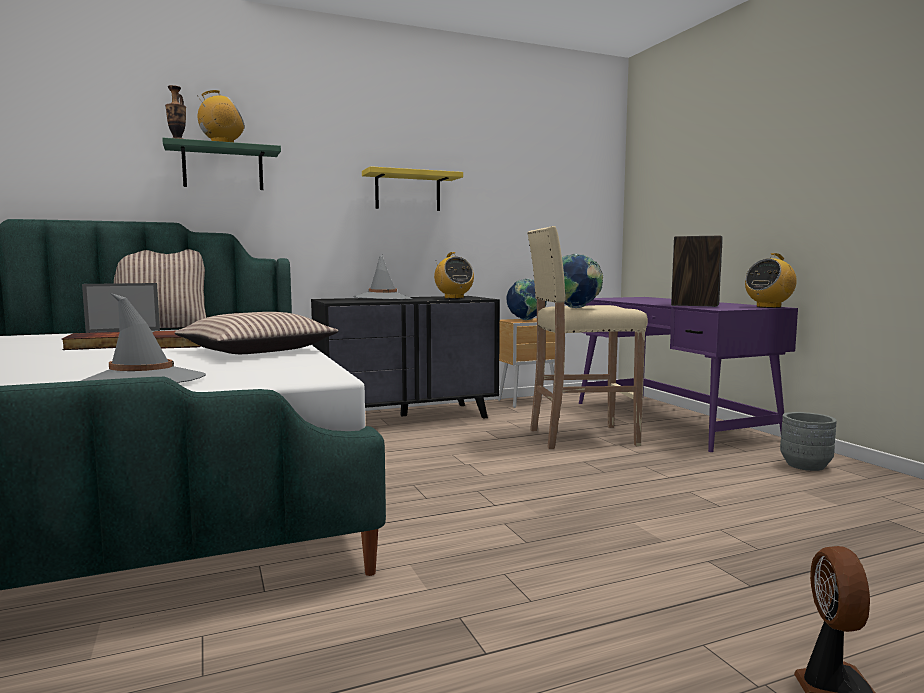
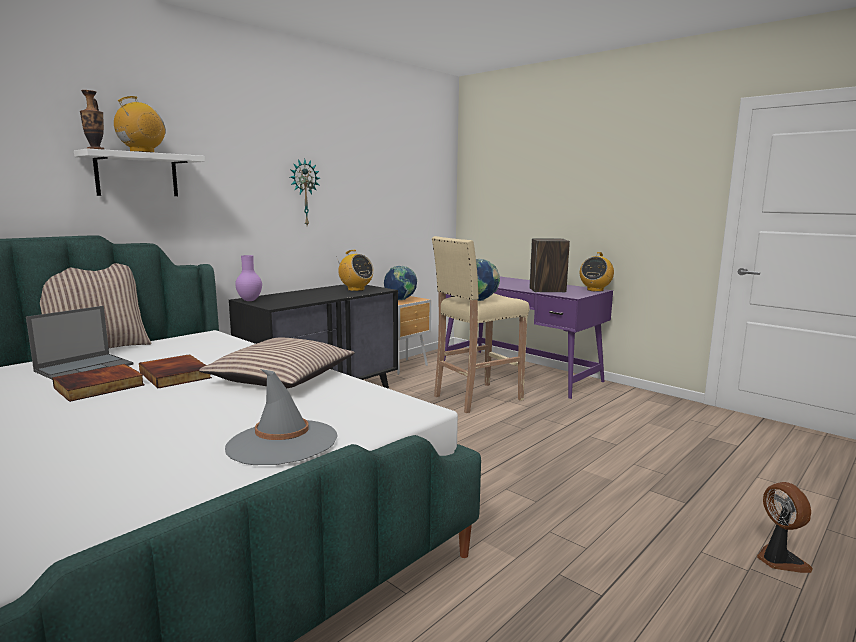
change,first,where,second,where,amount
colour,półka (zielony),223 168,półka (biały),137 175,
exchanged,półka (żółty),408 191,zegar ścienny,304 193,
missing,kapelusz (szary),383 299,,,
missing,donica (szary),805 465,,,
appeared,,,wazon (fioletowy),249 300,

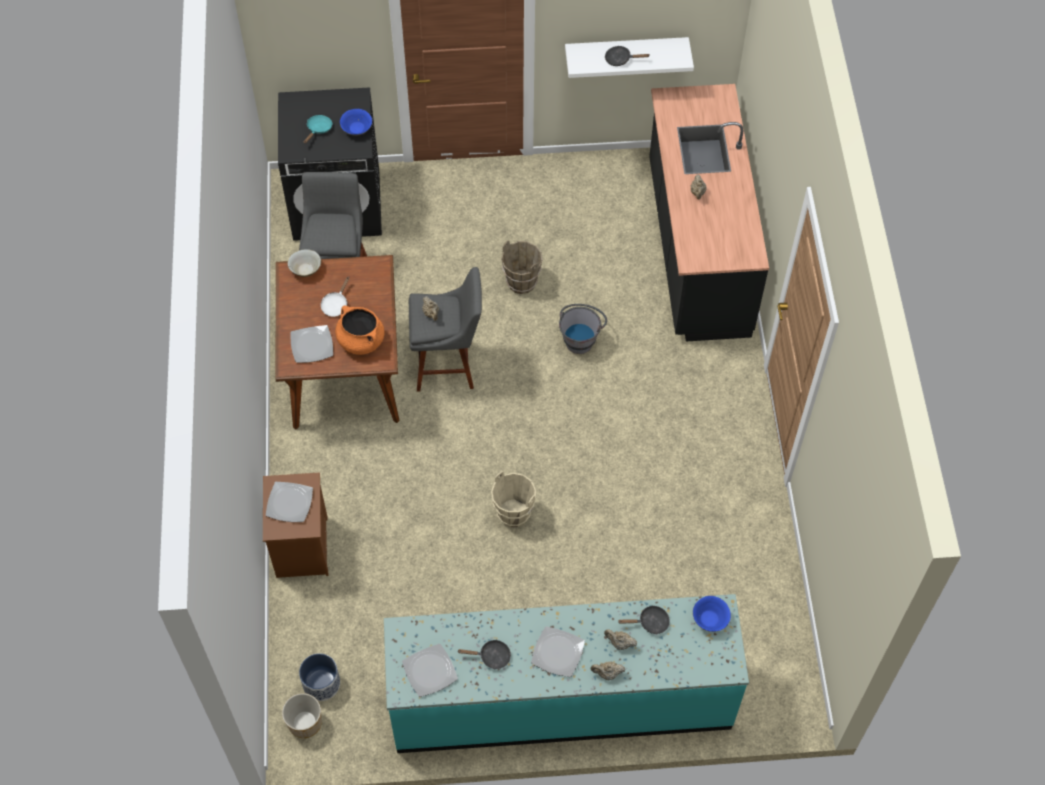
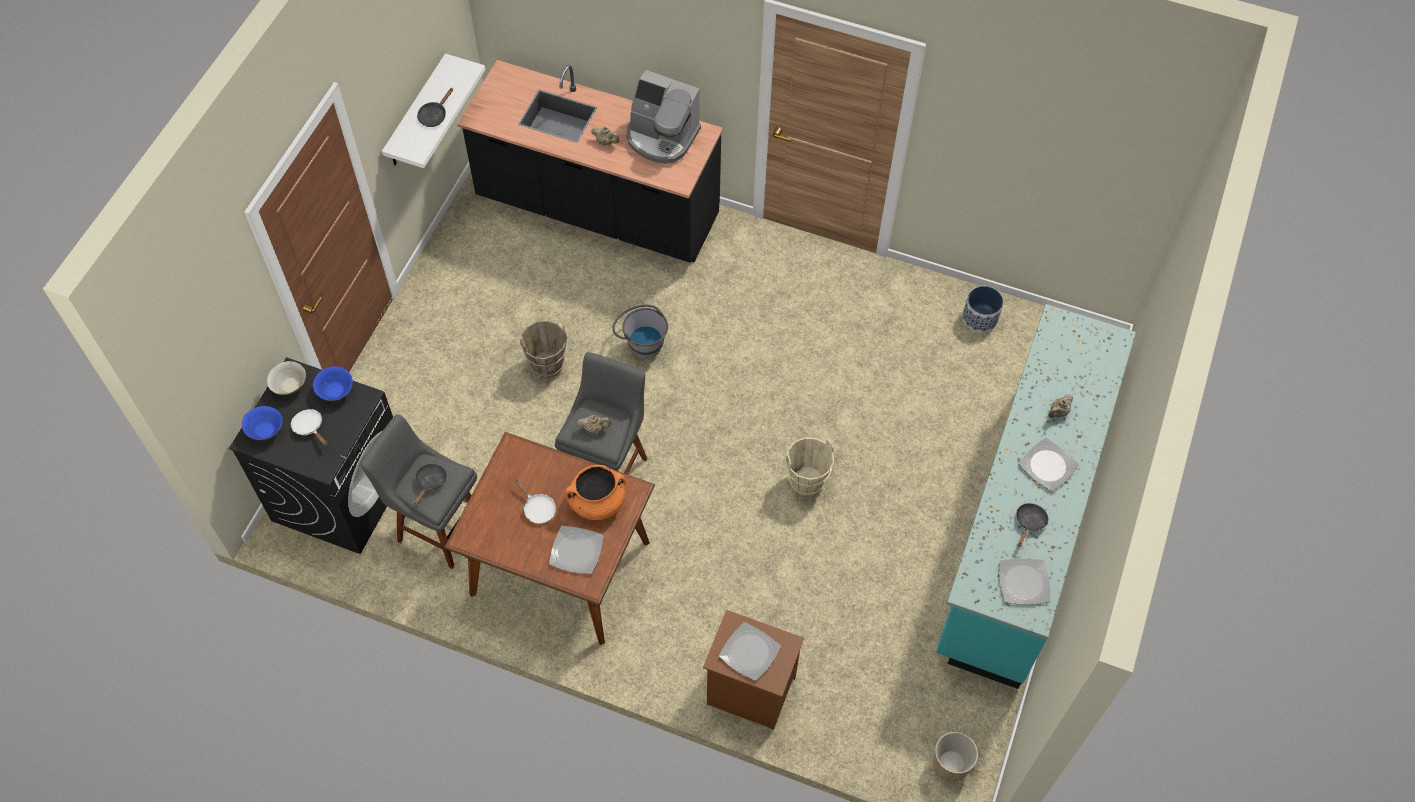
change,first,where,second,where,amount
colour,patelnia (turkusowy),318 129,patelnia (biały),310 427,
relocated,miska (beżowy),305 269,,289 385,
relocated,miska (niebieski),710 619,,265 430,
relocated,patelnia (czarny),650 622,,430 482,
relocated,donica,321 683,,980 318,
missing,imbryk (beżowy),607 674,,,
appeared,,,ekspres do kawy,661 137,

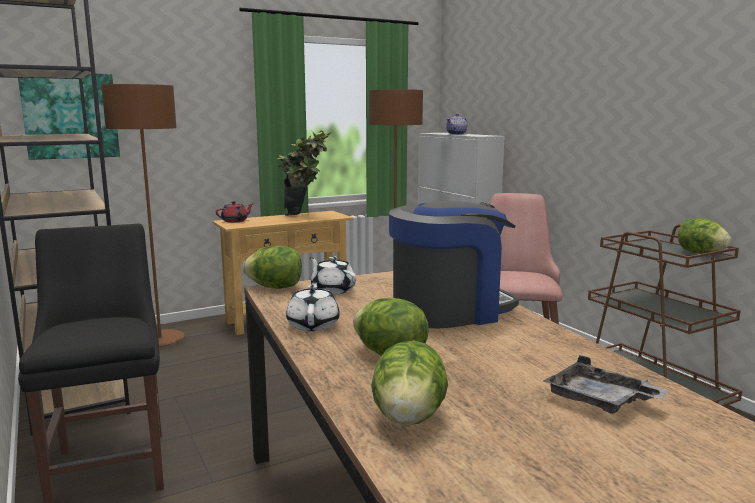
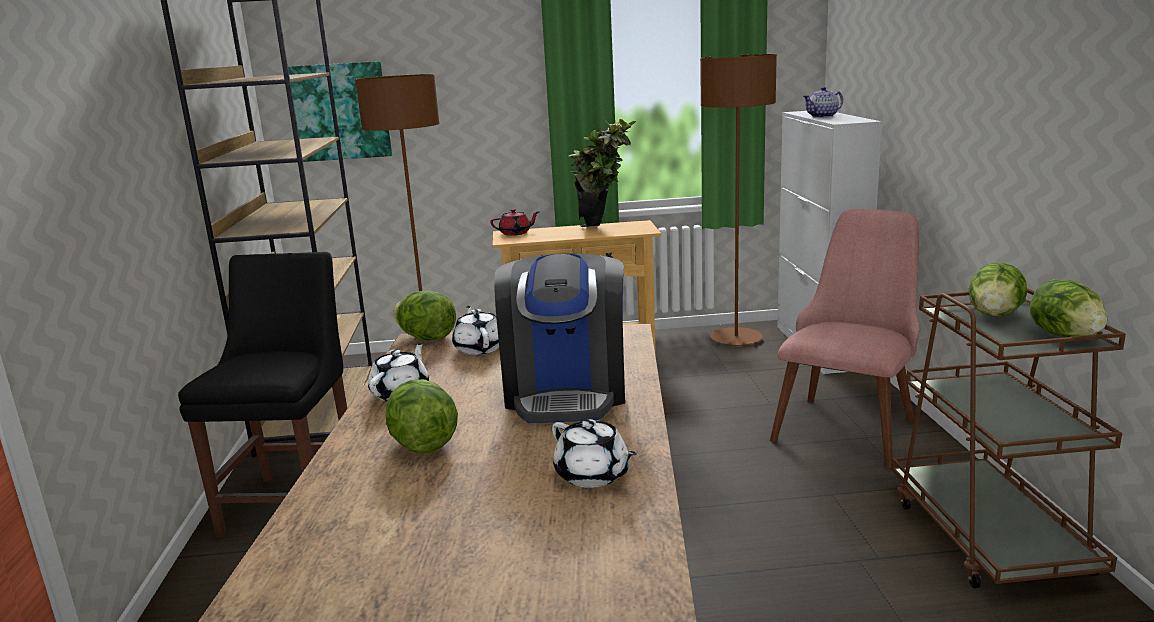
change,first,where,second,where,amount
spun,ekspres do kawy,449 310,,566 392,90 degrees clockwise
relocated,sałata,409 418,,994 314,
missing,taca (szary),599 400,,,
appeared,,,imbryk (biały),593 475,

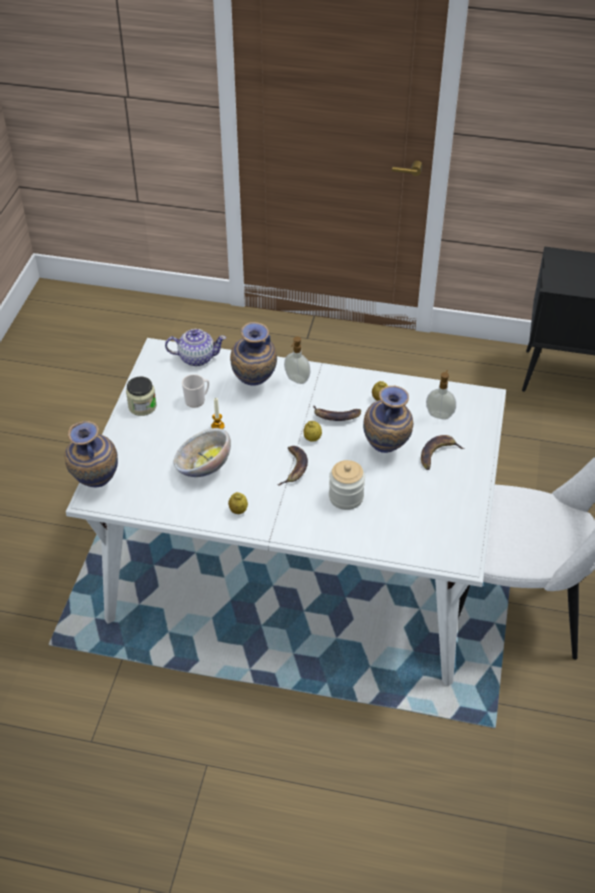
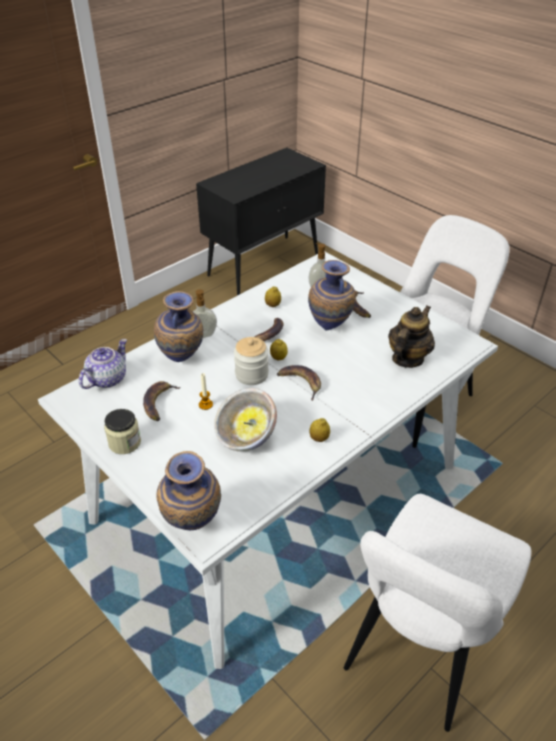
change,first,where,second,where,amount
exchanged,kubek,197 400,banan,159 402,
relocated,słoik,346 497,,251 374,
appeared,,,imbryk,407 358,
appeared,,,krzesło (biały),420 647,

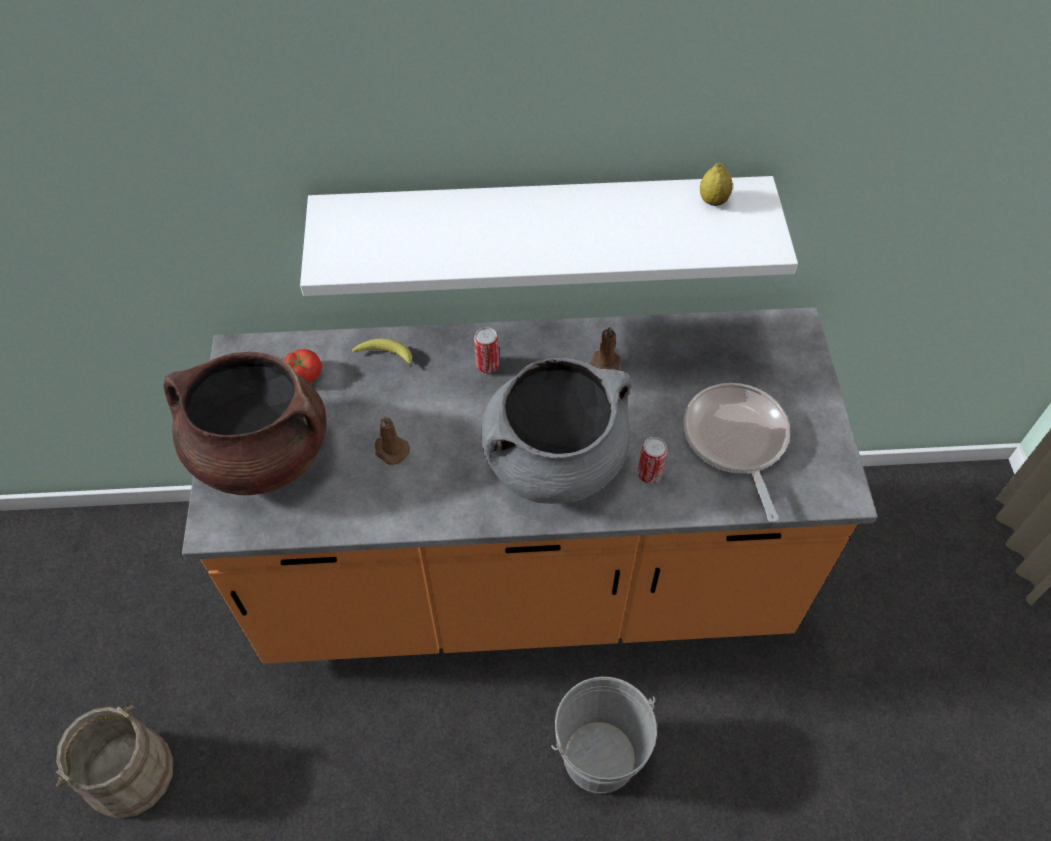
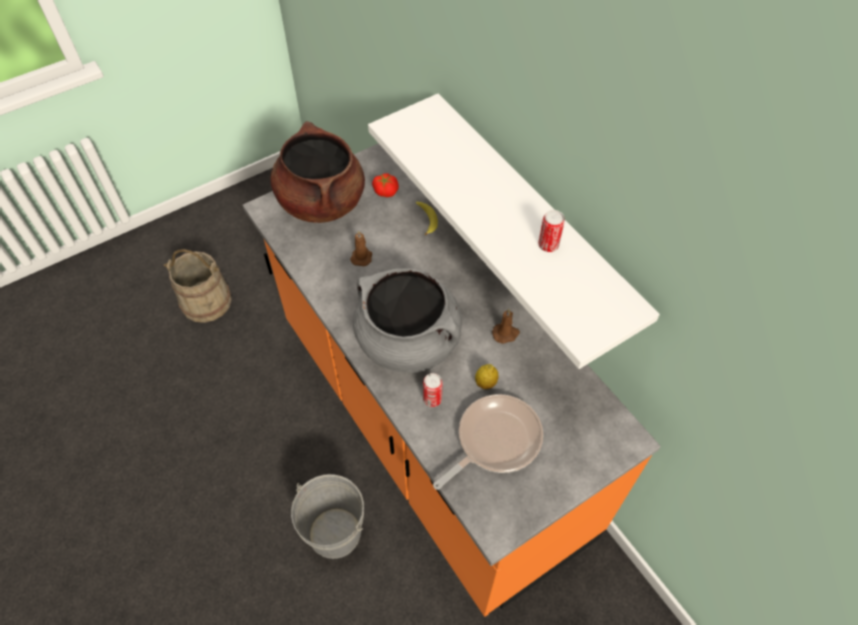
change,first,where,second,where,amount
relocated,cytryna,713 201,,485 383,
relocated,puszka,487 365,,548 245,

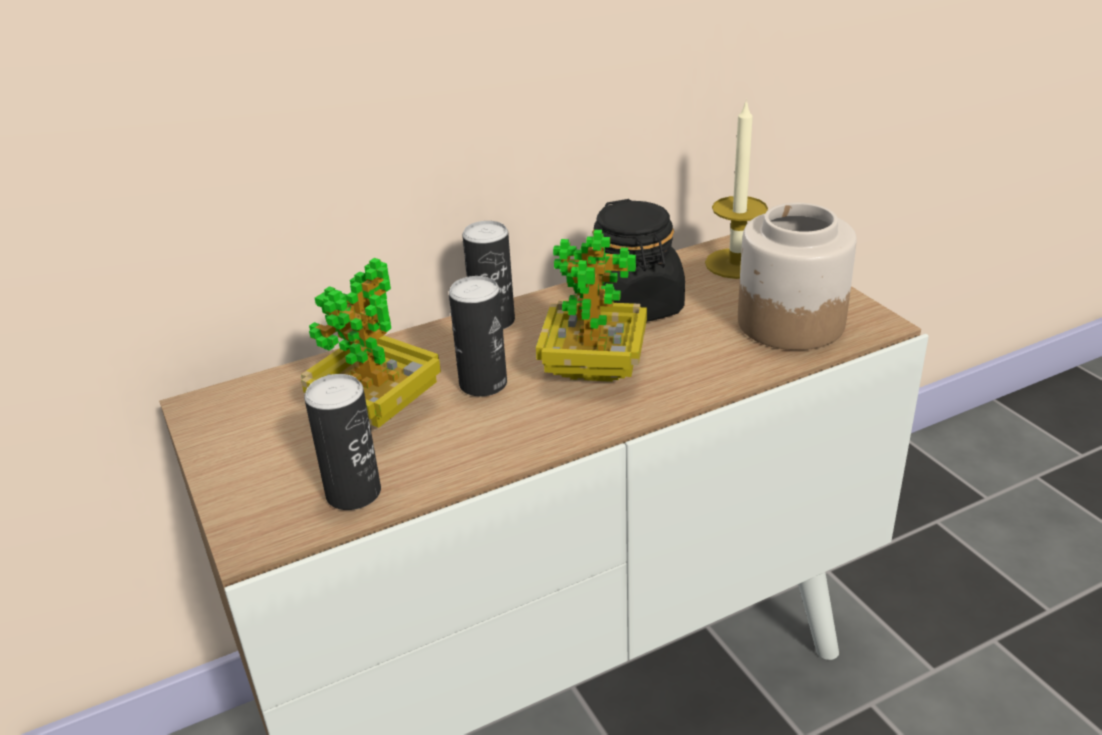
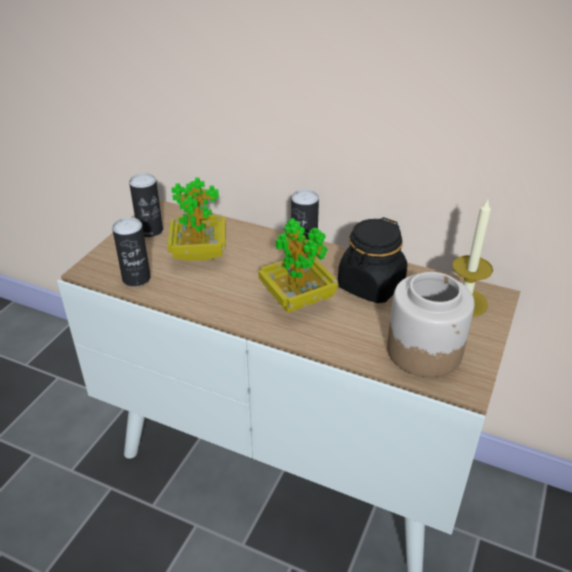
change,first,where,second,where,amount
relocated,puszka,483 384,,150 230,

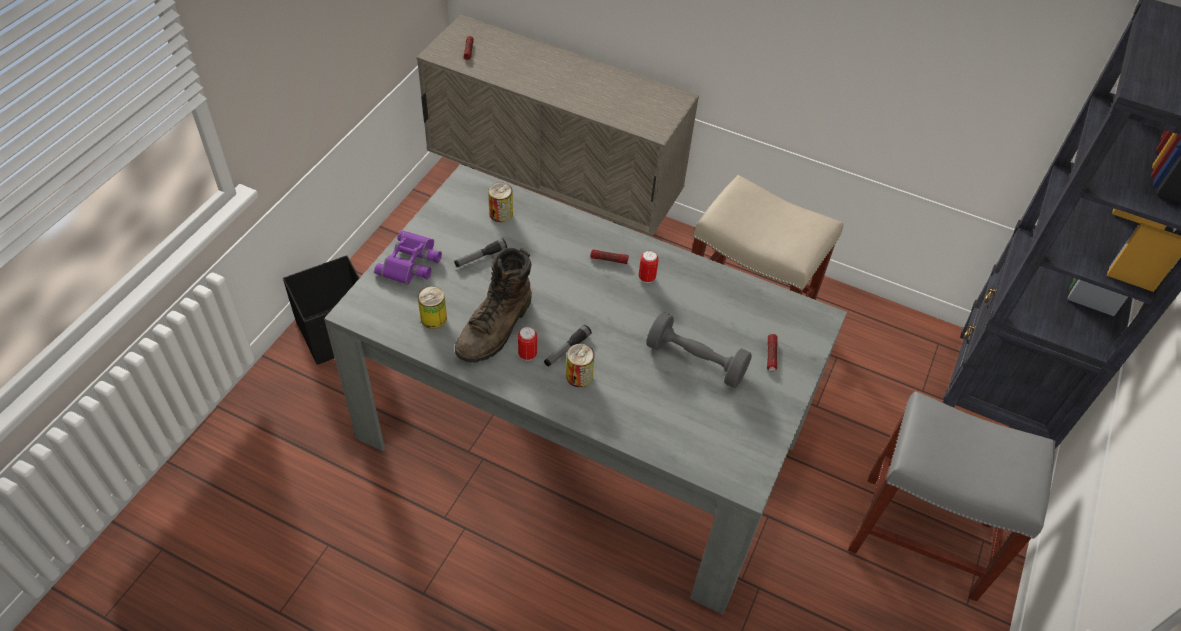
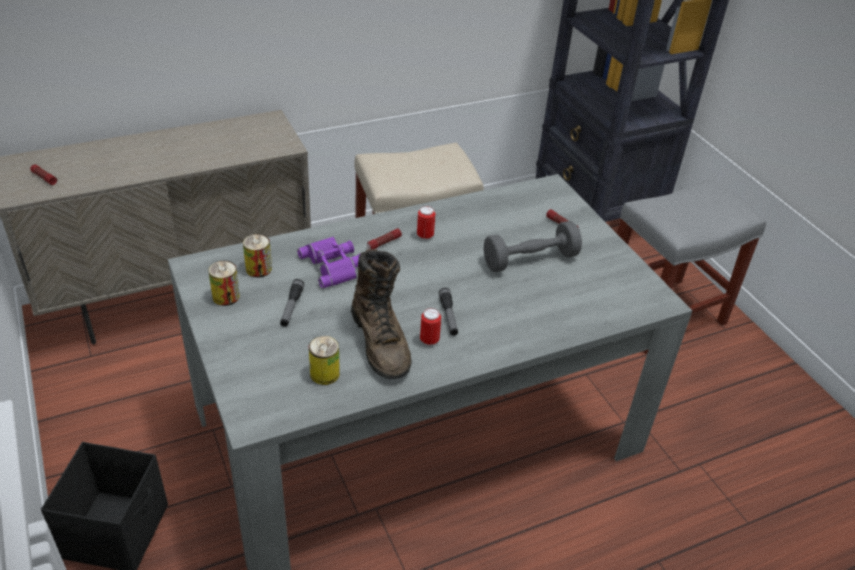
change,first,where,second,where,amount
relocated,lornetka (fioletowy),412 263,,334 265,
relocated,puszka,579 376,,226 296,

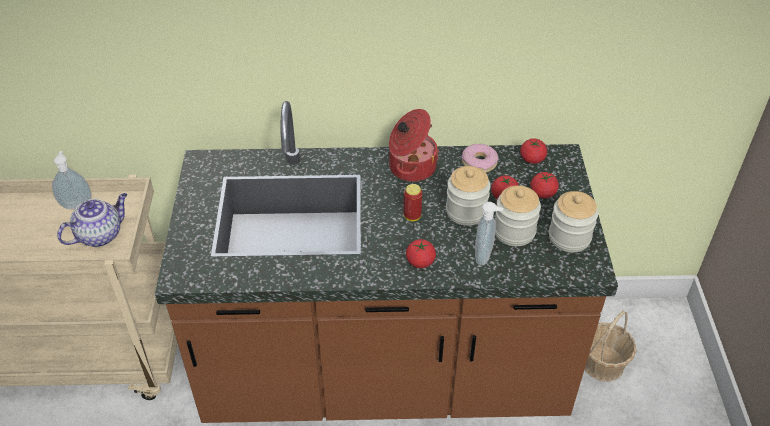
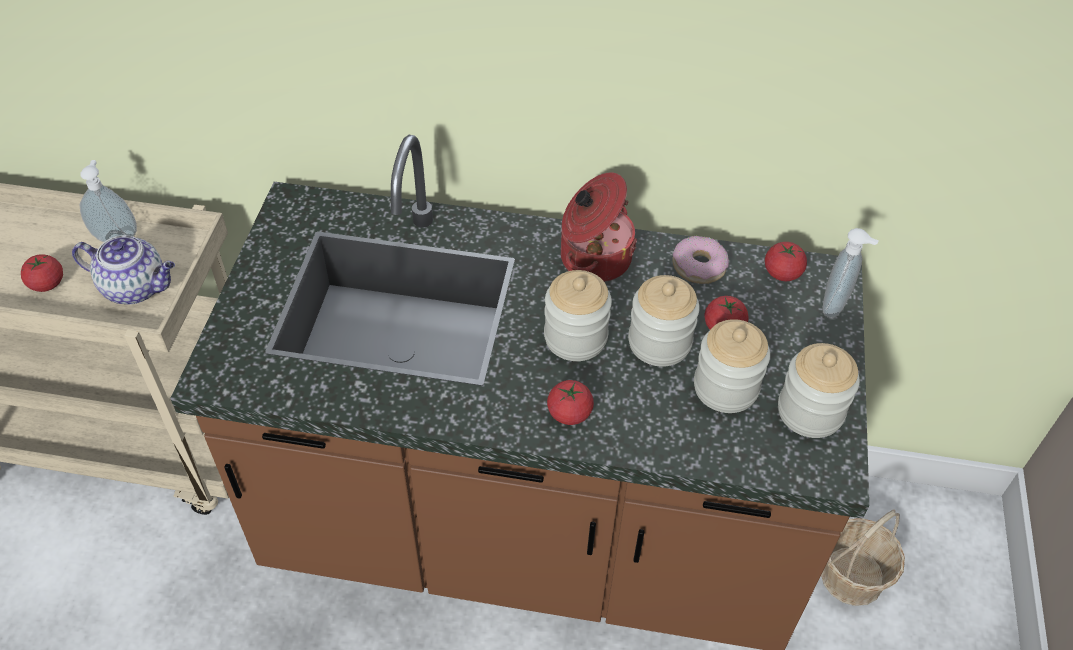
change,first,where,second,where,amount
relocated,pomidor,543 193,,47 283,
exchanged,puszka,412 216,słoik,575 337,
spun,imbryk,100 234,,137 287,45 degrees clockwise
relocated,dozownik mydła,485 256,,836 306,

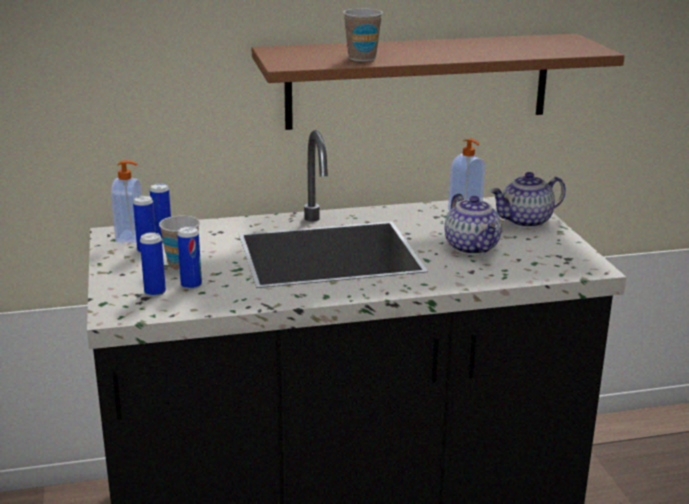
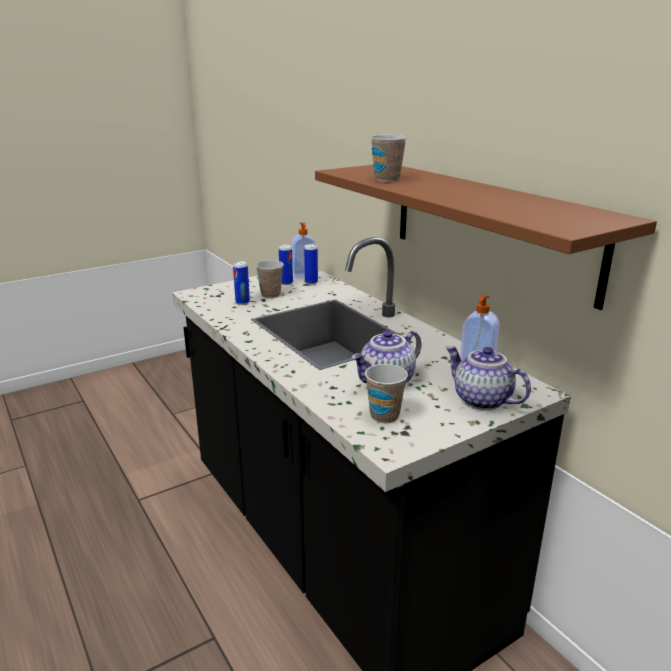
change,first,where,second,where,amount
missing,puszka,155 292,,,
appeared,,,filiżanka,384 416,

